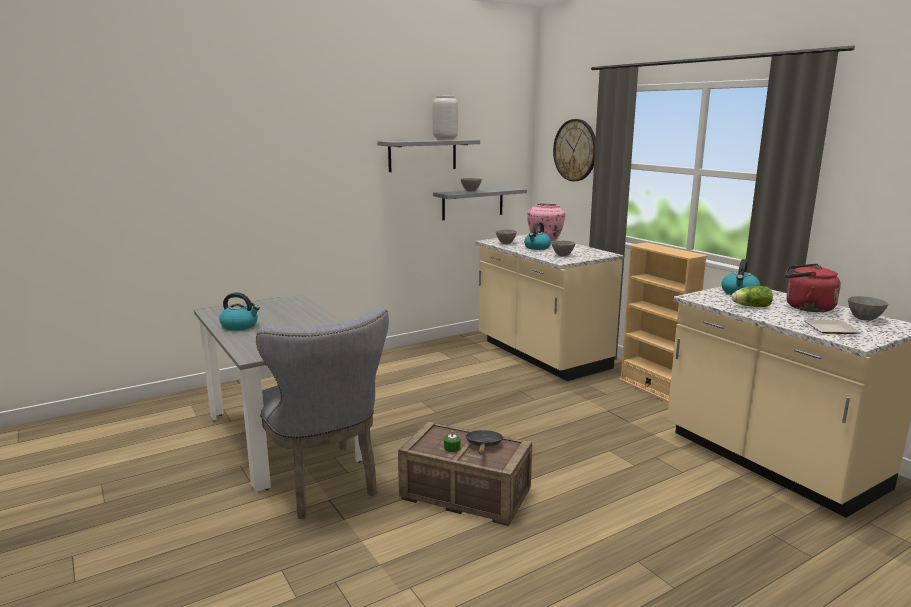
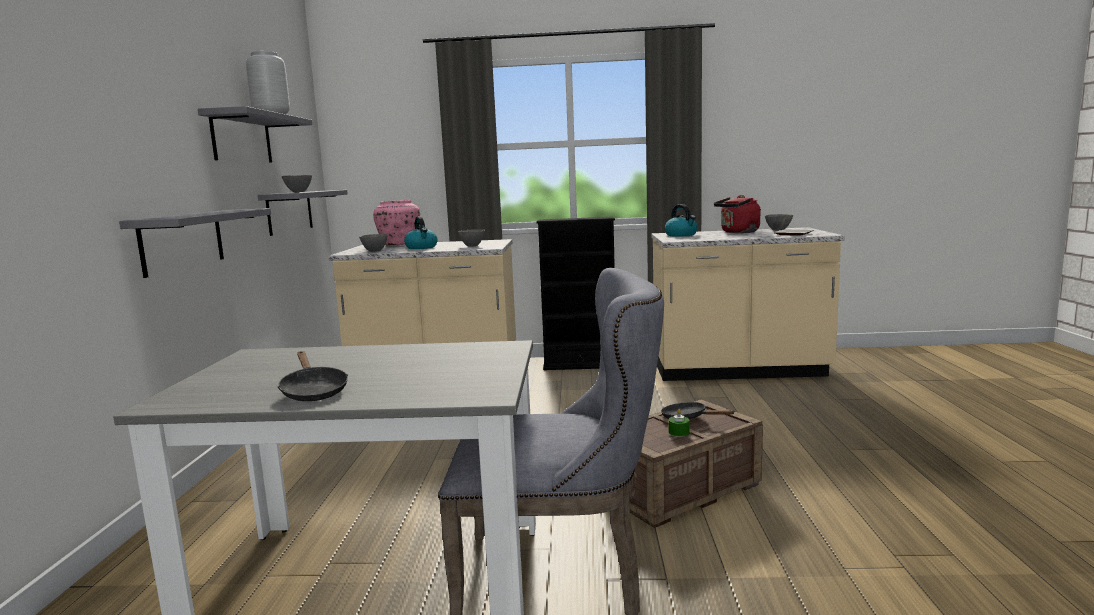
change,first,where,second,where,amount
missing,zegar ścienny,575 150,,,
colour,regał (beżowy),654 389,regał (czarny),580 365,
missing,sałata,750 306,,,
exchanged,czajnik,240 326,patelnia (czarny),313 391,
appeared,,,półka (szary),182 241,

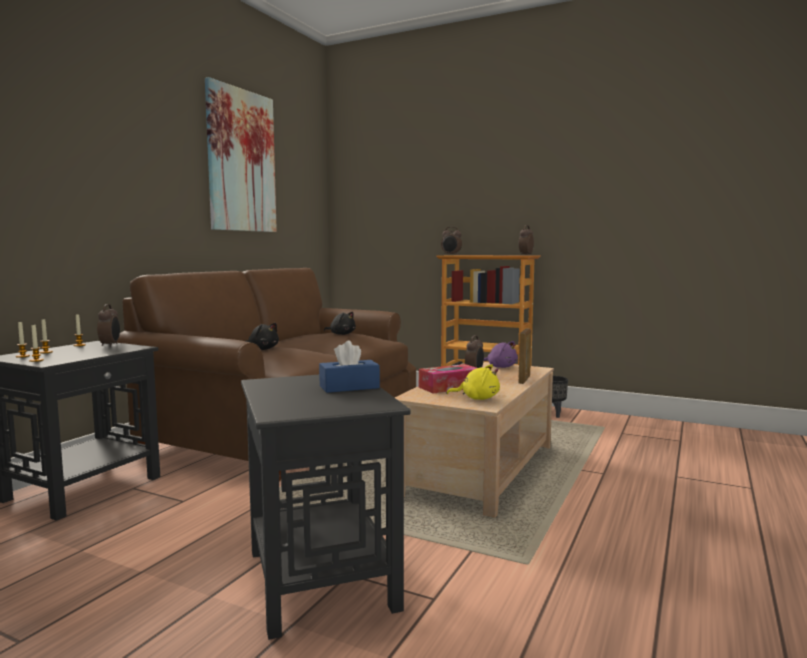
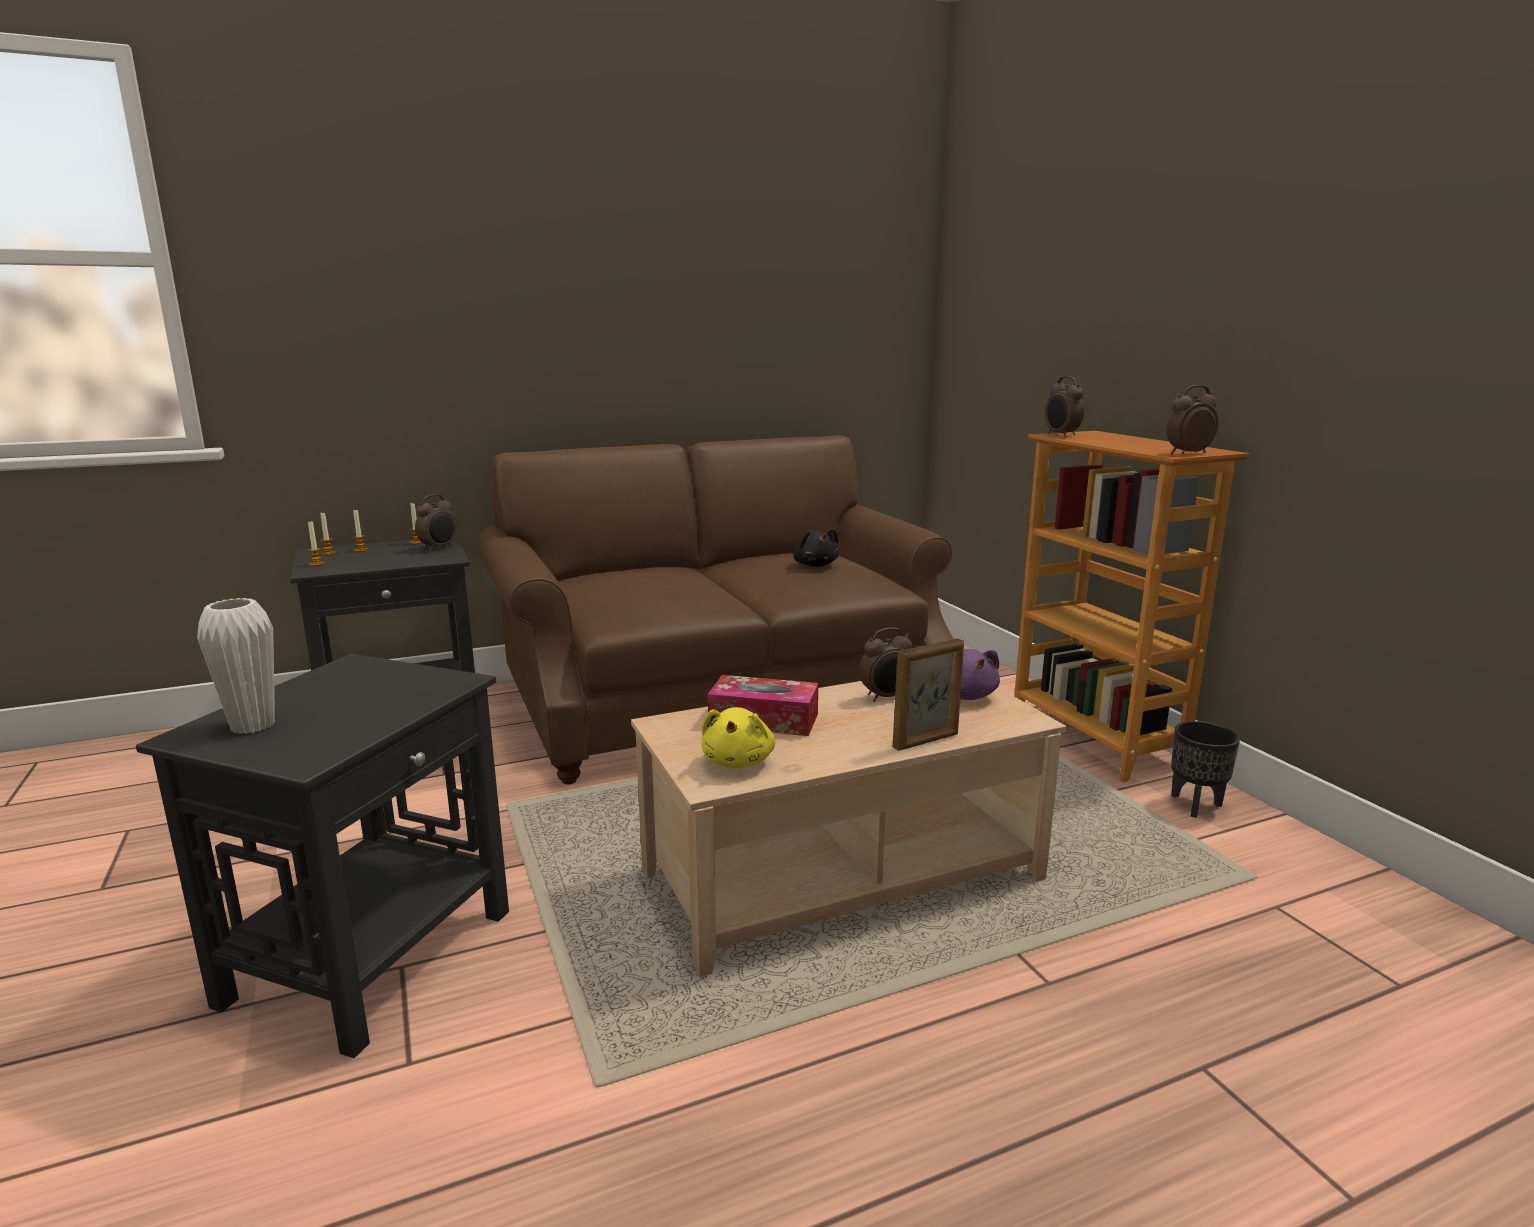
change,first,where,second,where,amount
missing,obraz,241 161,,,
missing,pluszak (czarny),262 349,,,
missing,pudełko chusteczek (niebieski),349 387,,,
spun,pluszak (żółty),477 398,,739 761,45 degrees clockwise
appeared,,,wazon (biały),253 725,

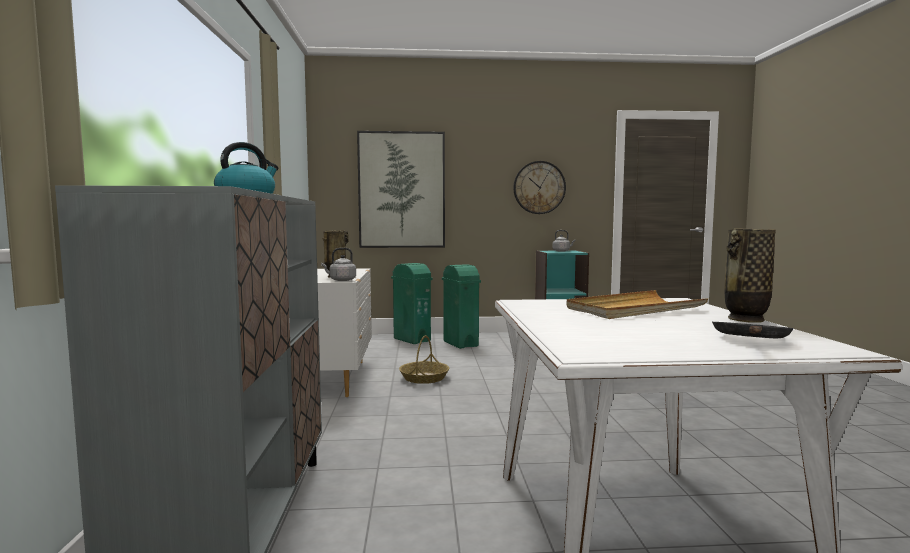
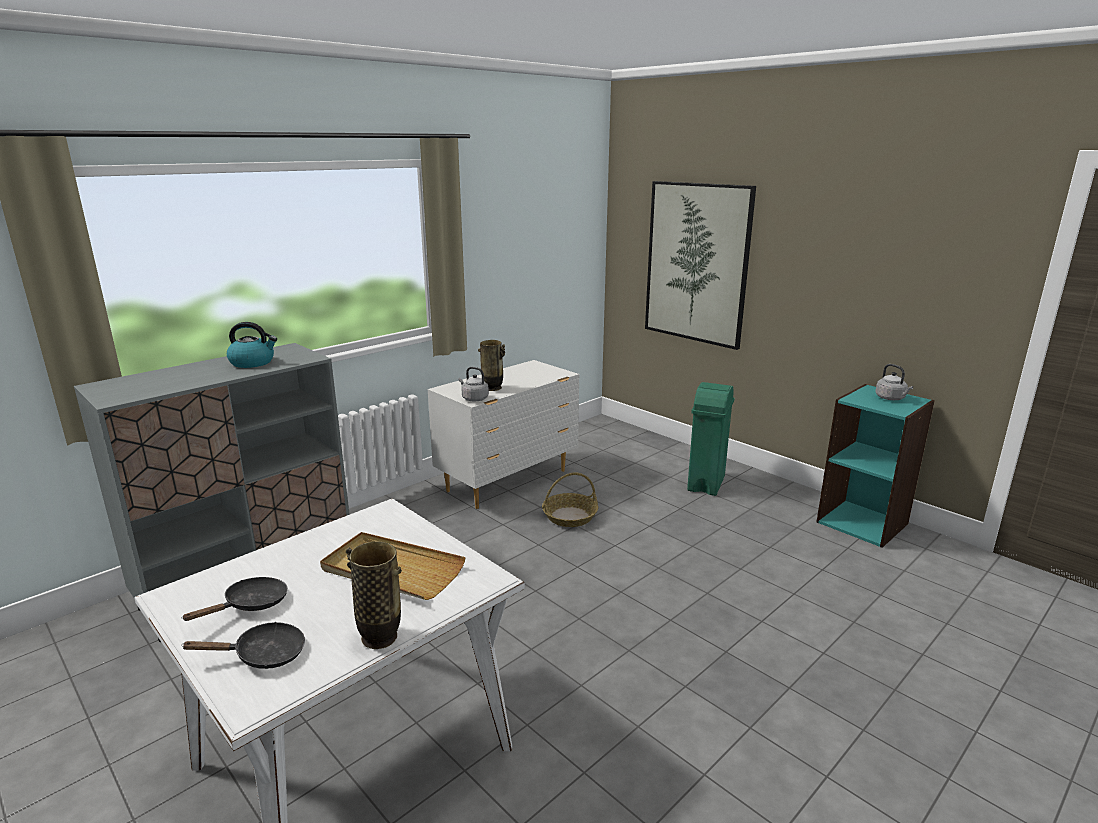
change,first,where,second,where,amount
missing,zegar ścienny,539 187,,,
missing,kosz na śmieci (zielony),412 339,,,
appeared,,,patelnia (czarny),251 605,

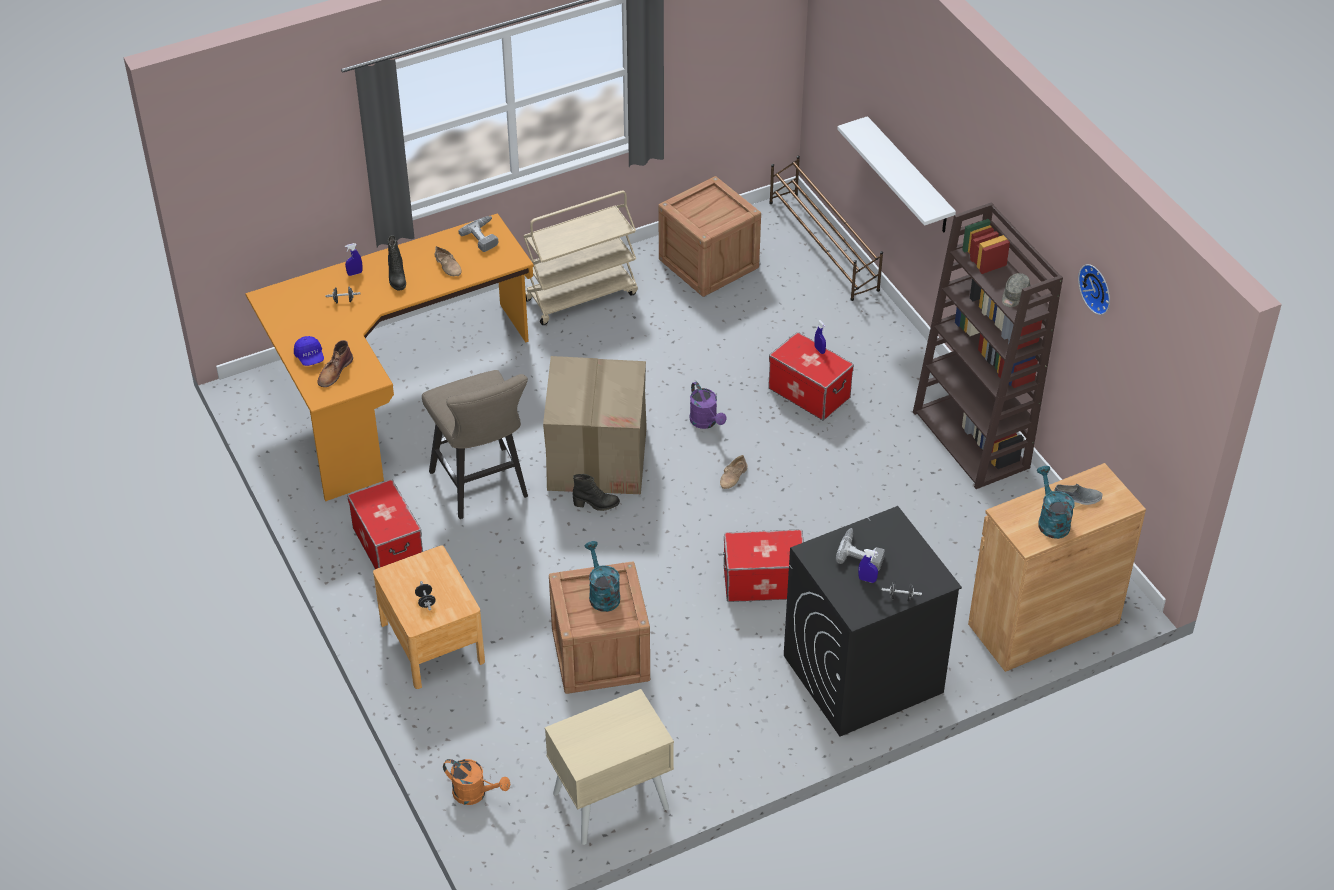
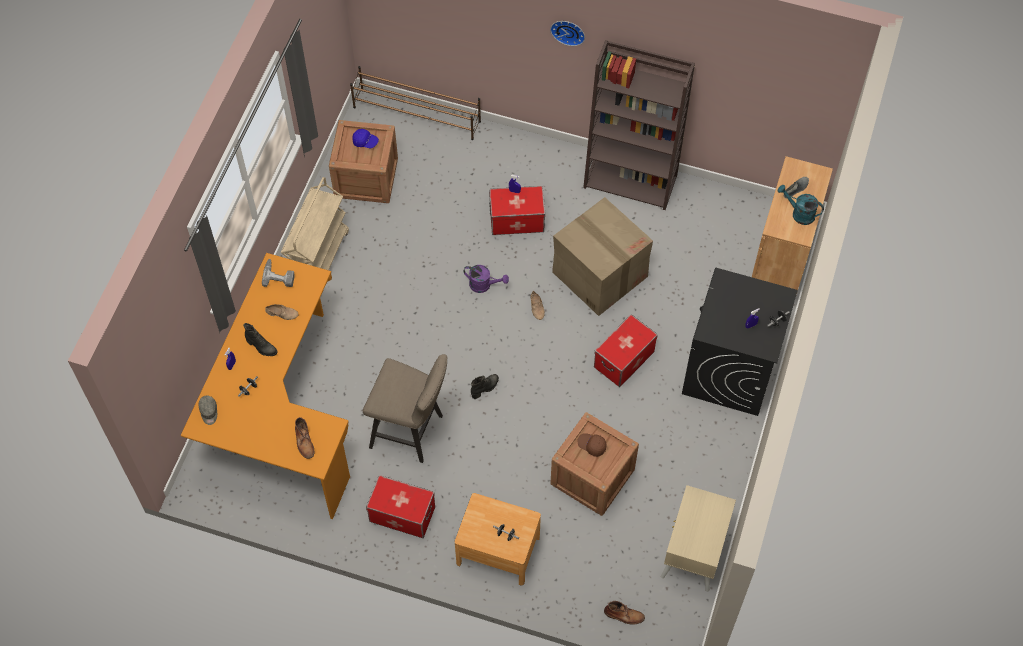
change,first,where,second,where,amount
missing,półka (biały),909 177,,,
relocated,zegar ścienny,1097 288,,568 31,
relocated,czapka z daszkiem (szary),1014 296,,209 412,
relocated,czapka z daszkiem (niebieski),310 357,,365 142,
relocated,karton,597 457,,599 273,
missing,wiertarka,861 553,,,
exchanged,konewka (turkusowy),602 594,czapka z daszkiem (brązowy),592 446,
exchanged,konewka (pomarańczowy),475 794,but z cholewką (brązowy),624 615,

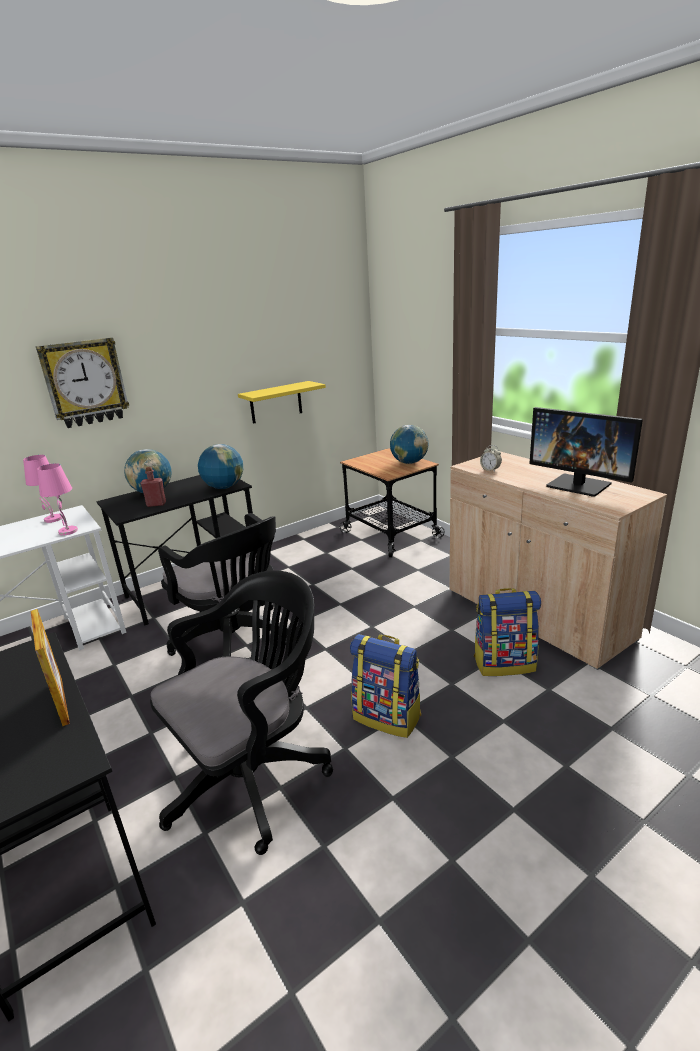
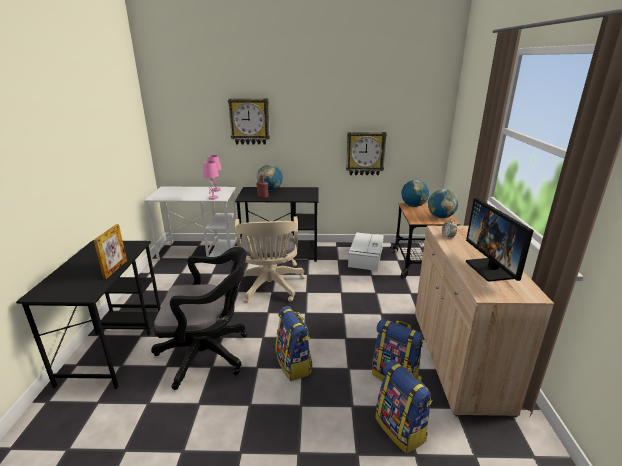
change,first,where,second,where,amount
exchanged,półka (żółty),276 402,zegar ścienny,365 153,
relocated,globus,224 487,,413 206,
colour,krzesło biurowe (czarny),236 641,krzesło biurowe (beżowy),270 287,
appeared,,,pojemnik do przechowywania (biały),365 257,
appeared,,,plecak,401 429,

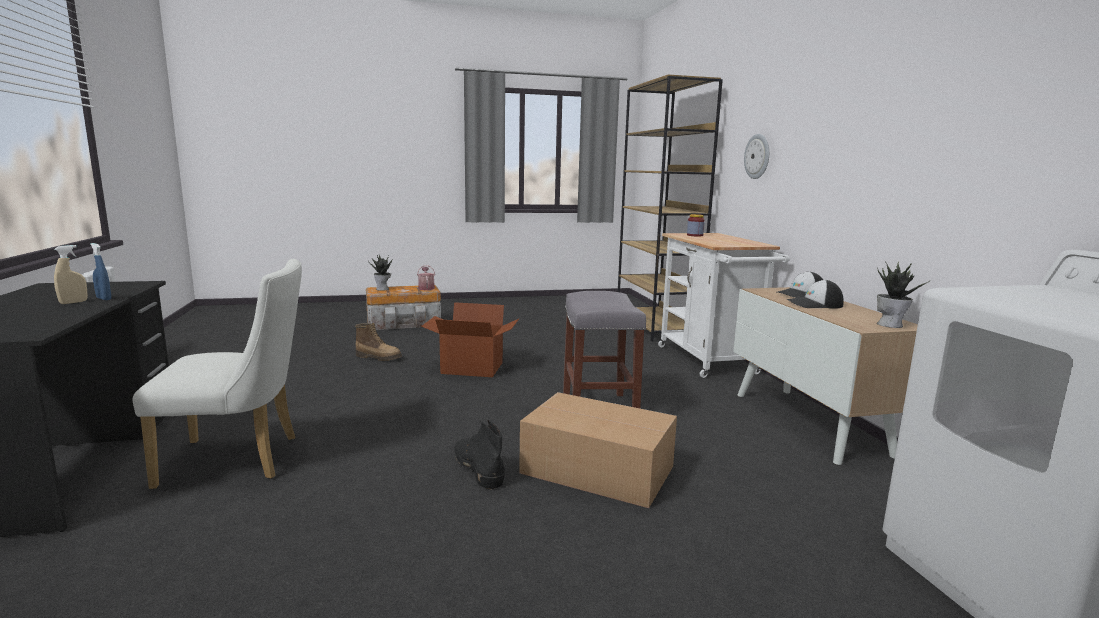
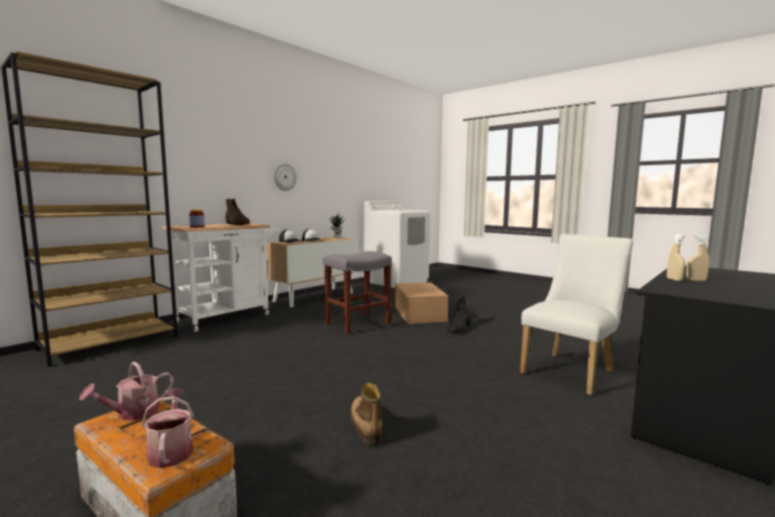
change,first,where,second,where,amount
relocated,zegar ścienny,757 156,,284 177,
colour,spryskiwacz (niebieski),104 299,spryskiwacz (beżowy),674 280,
exchanged,roślina doniczkowa,383 289,konewka,171 450,
spun,krzesło (biały),241 460,,571 371,90 degrees clockwise
missing,karton,471 368,,,
appeared,,,but z cholewką (brązowy),237 224,

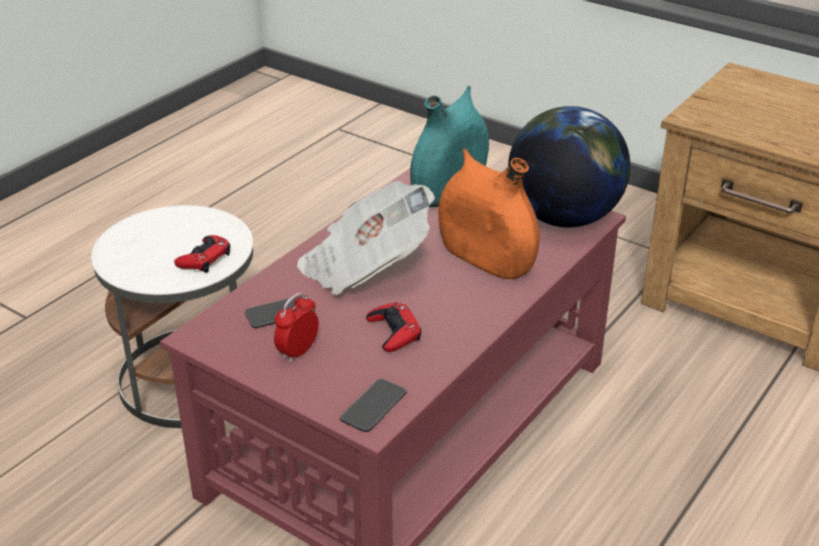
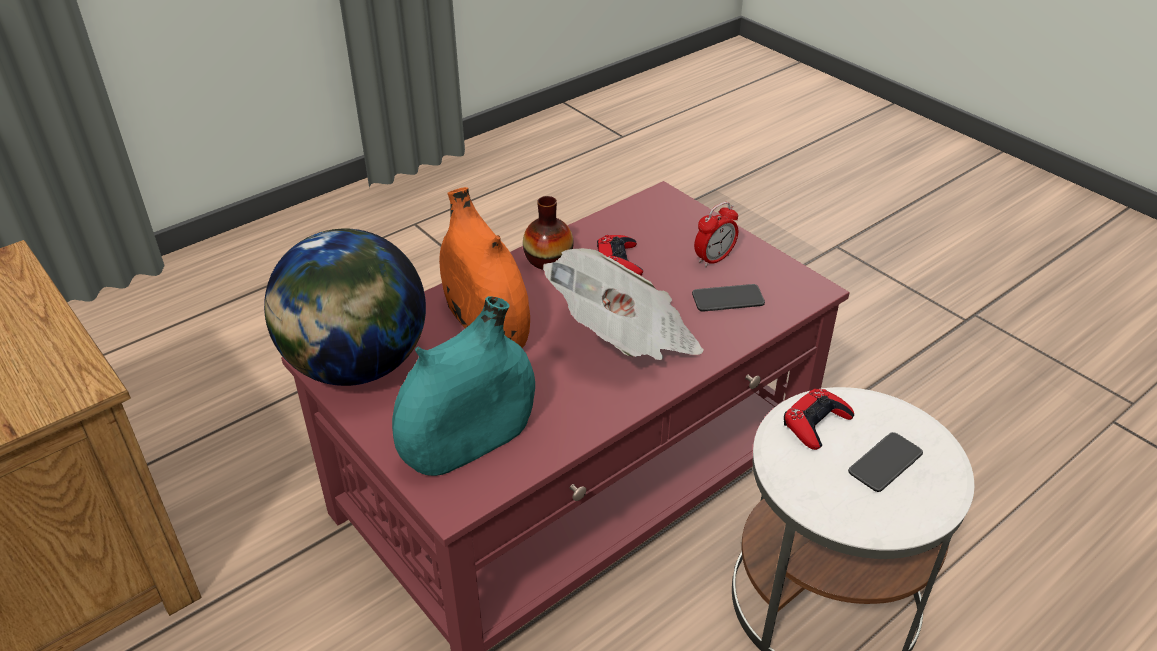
change,first,where,second,where,amount
relocated,telefon,373 406,,885 463,
appeared,,,wazon,548 260,

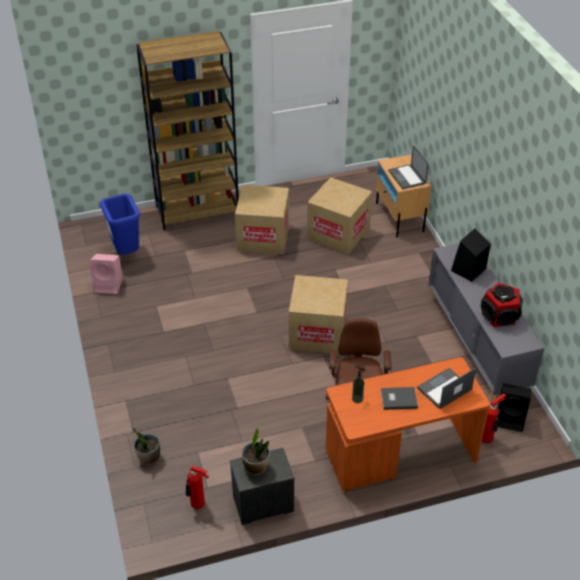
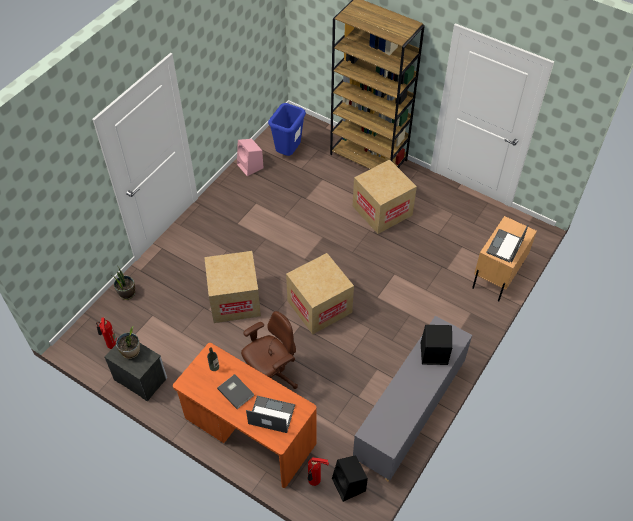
change,first,where,second,where,amount
relocated,karton,338 233,,234 300,
missing,głośnik,500 316,,,

